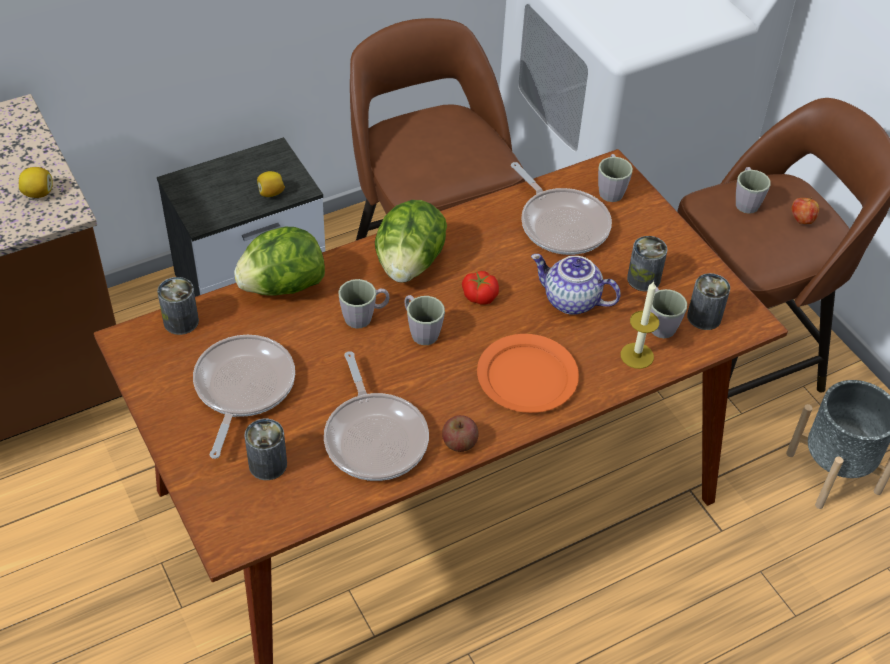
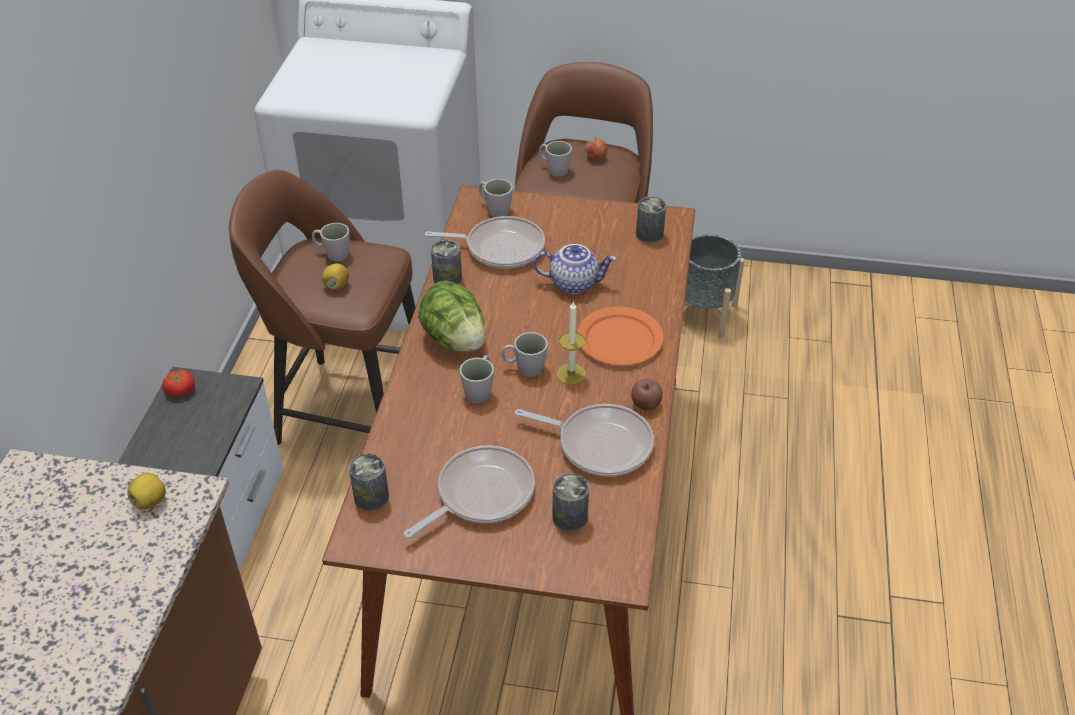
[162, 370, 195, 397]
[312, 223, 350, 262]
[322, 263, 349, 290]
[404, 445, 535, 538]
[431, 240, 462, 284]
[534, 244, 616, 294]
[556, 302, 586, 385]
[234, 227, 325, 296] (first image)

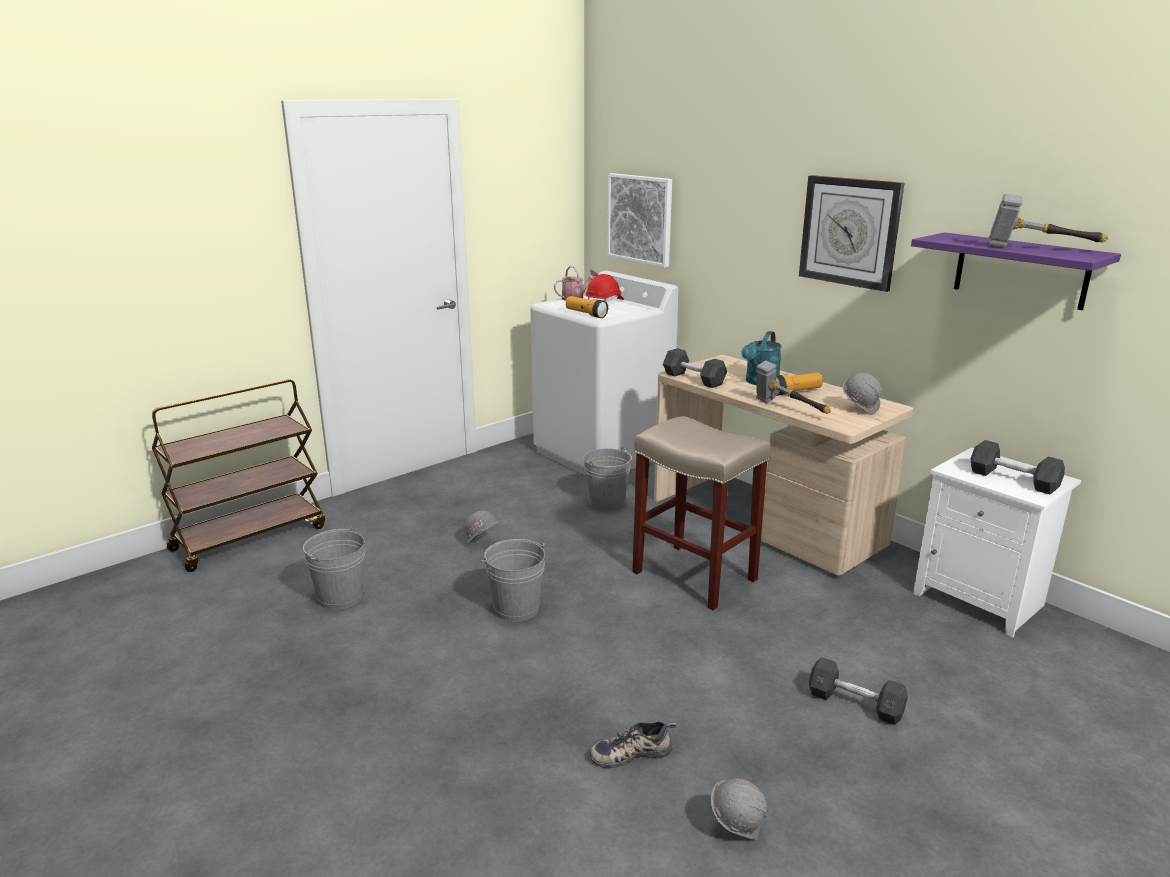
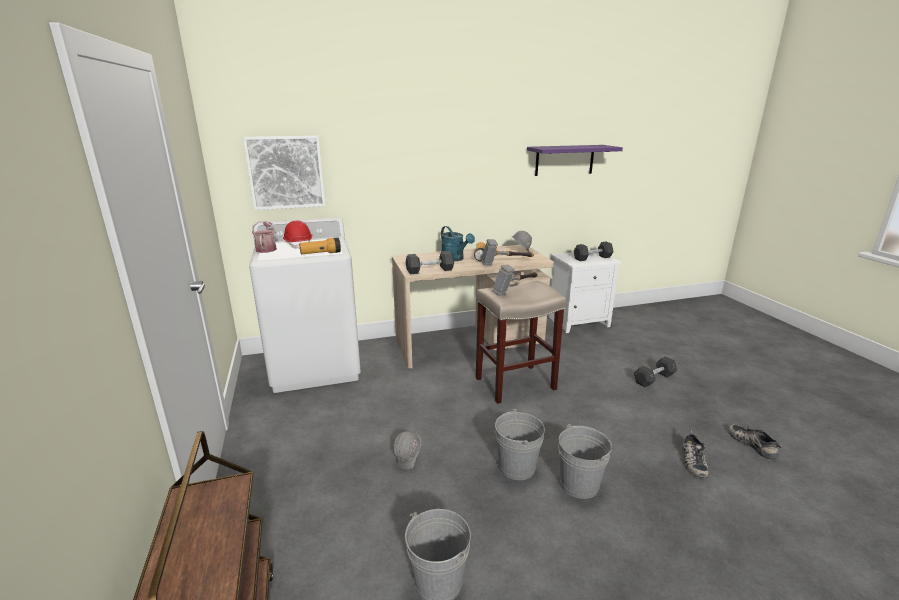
[492, 264, 538, 296]
[558, 424, 612, 499]
[728, 424, 783, 460]
[799, 175, 904, 292] (first image)

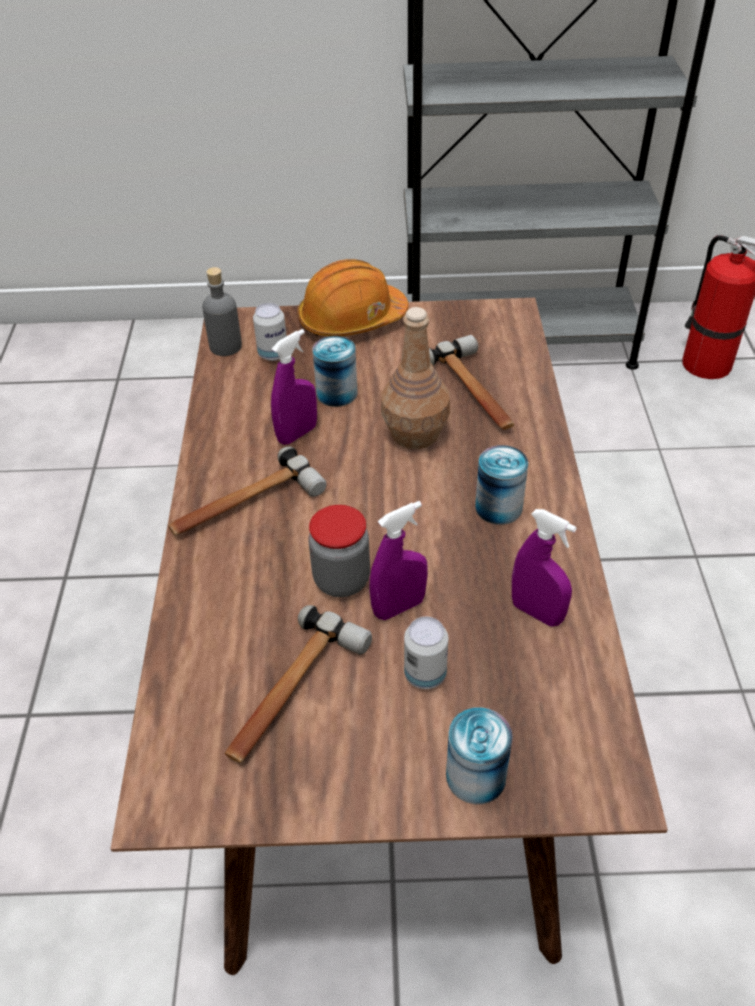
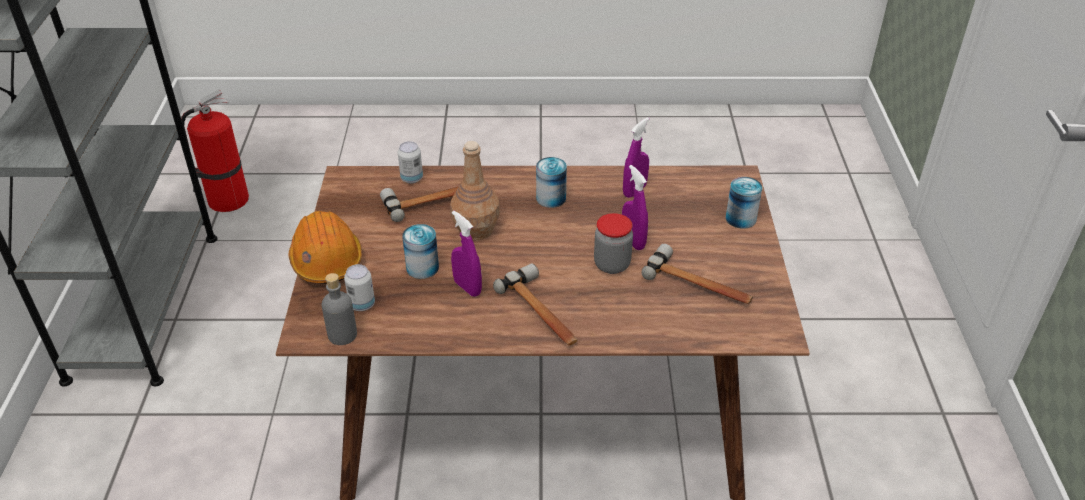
[398, 141, 423, 183]

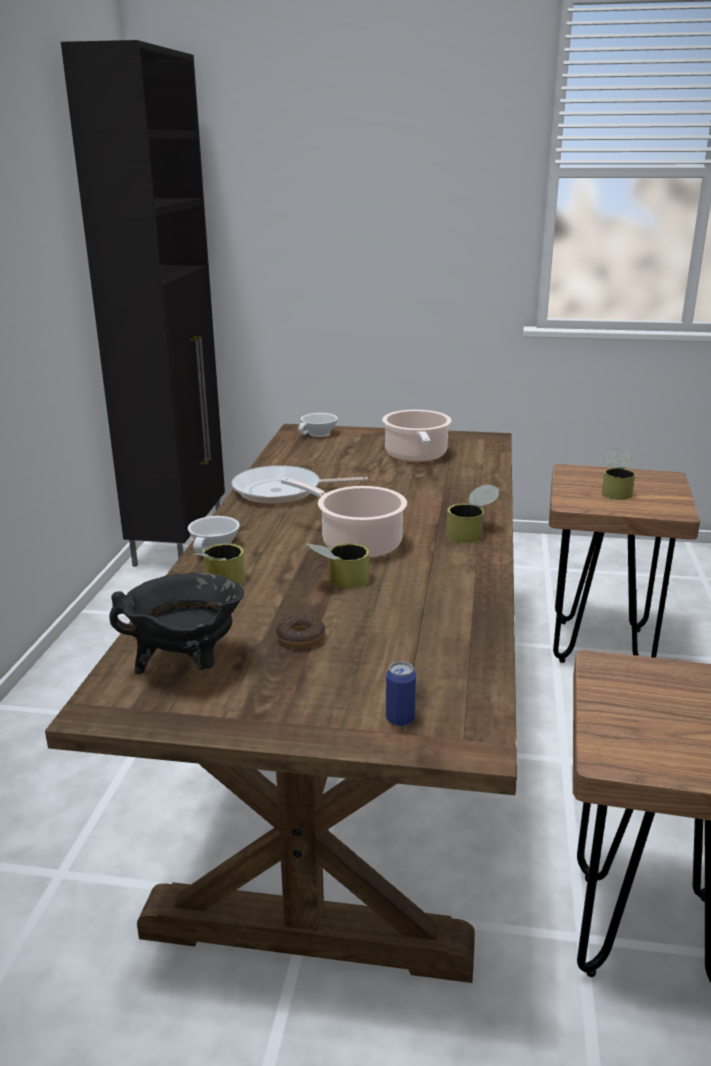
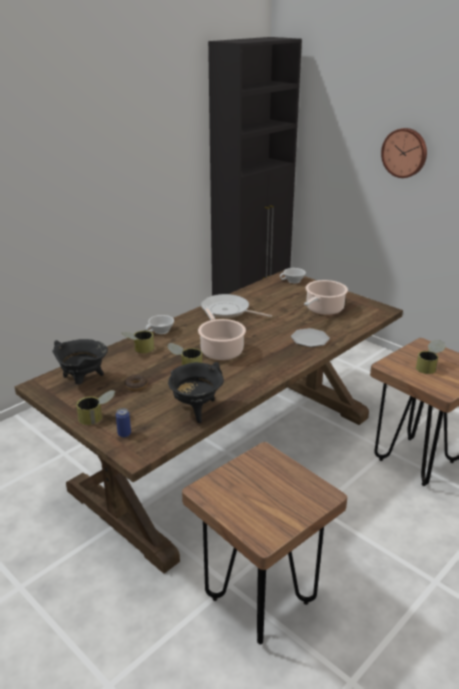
[76, 390, 115, 425]
[168, 362, 224, 423]
[291, 328, 330, 347]
[381, 128, 427, 178]

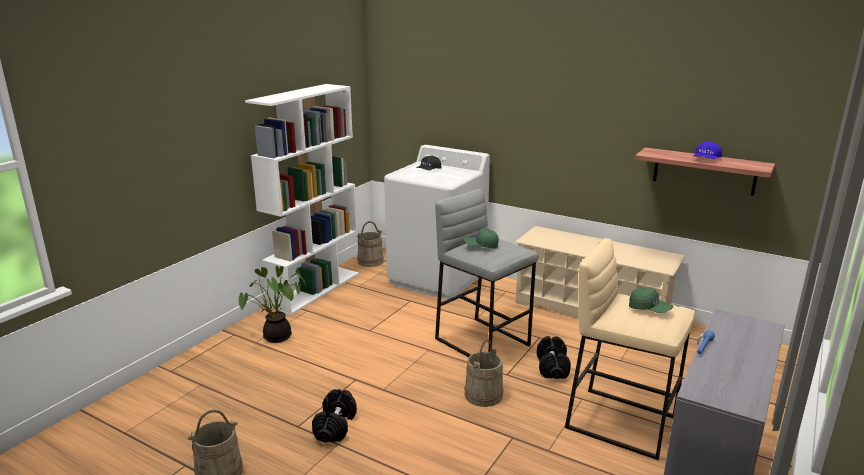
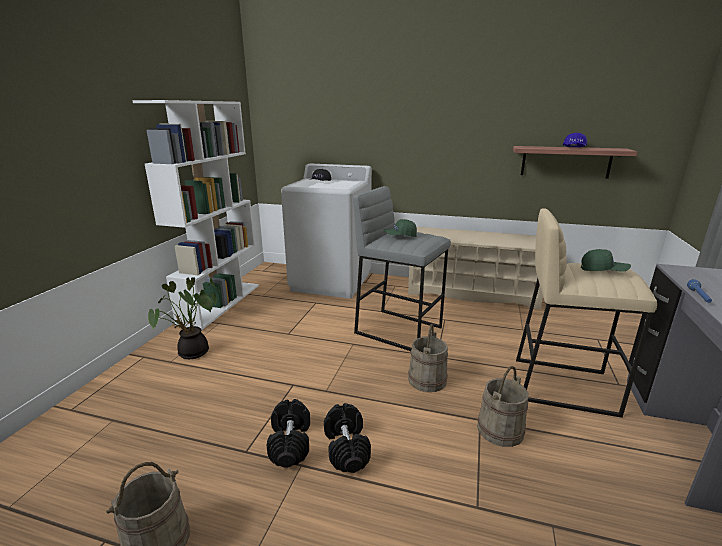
[324, 403, 371, 473]
[477, 366, 529, 447]

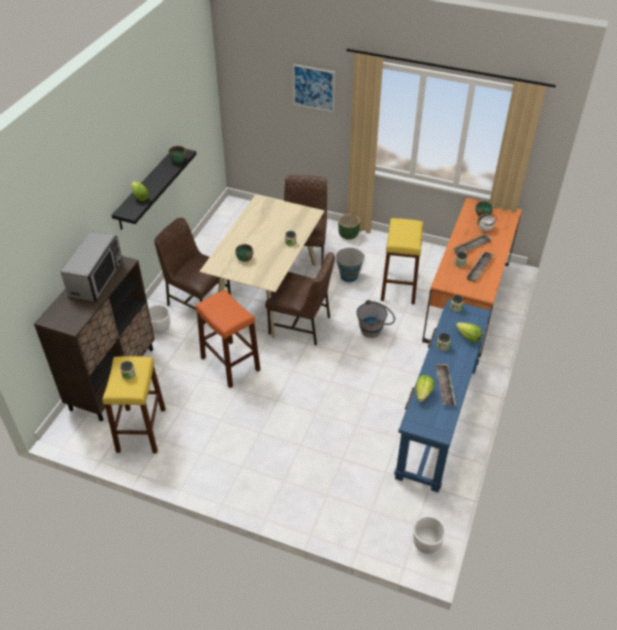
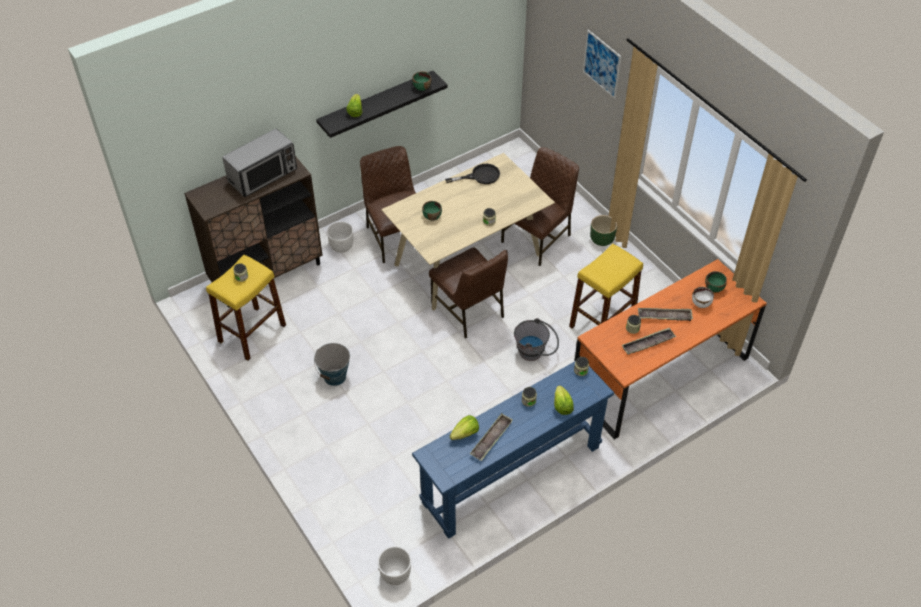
[314, 343, 350, 386]
[445, 164, 500, 184]
[195, 290, 261, 388] (first image)

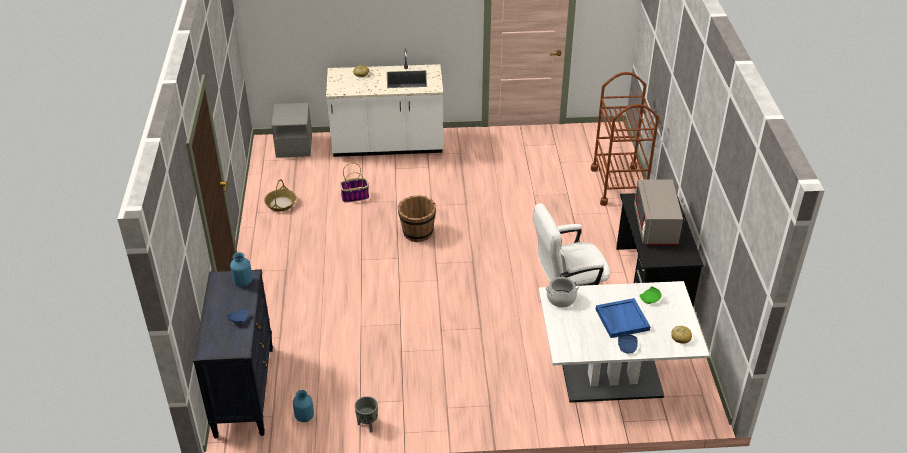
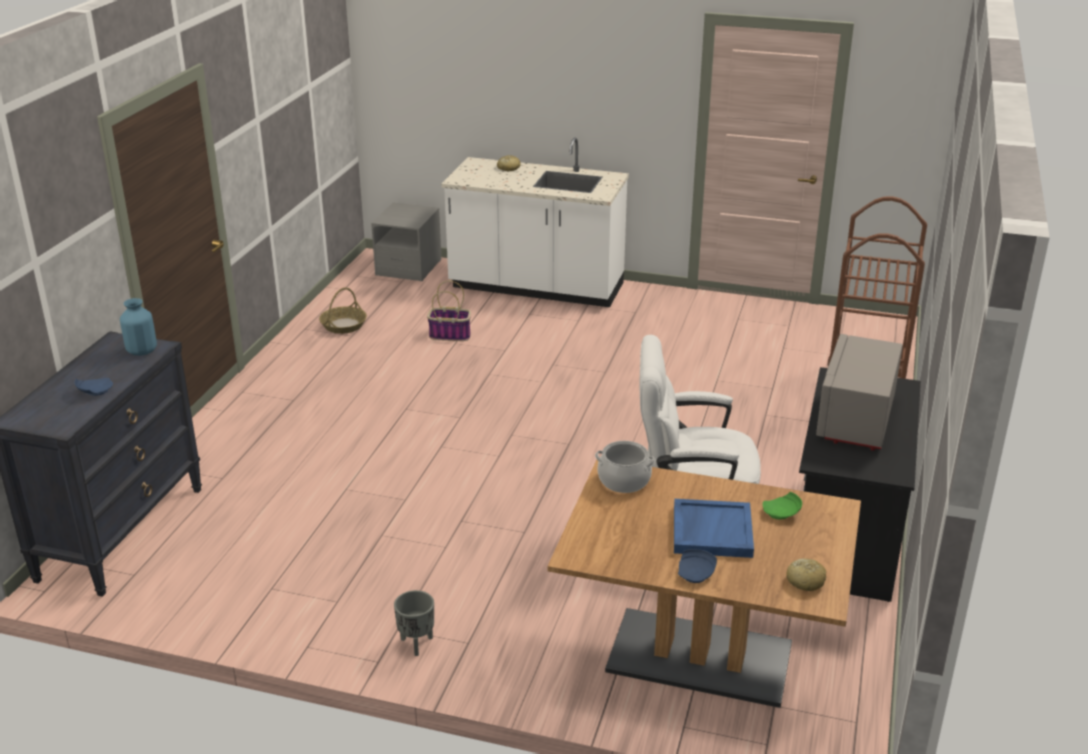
[394, 590, 434, 656]
[548, 460, 861, 708]
[293, 390, 314, 422] (first image)
[398, 195, 436, 242] (first image)

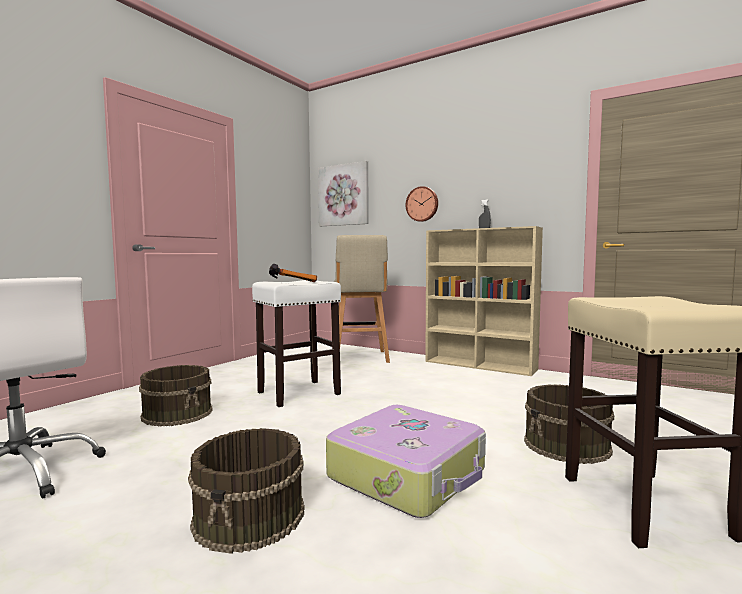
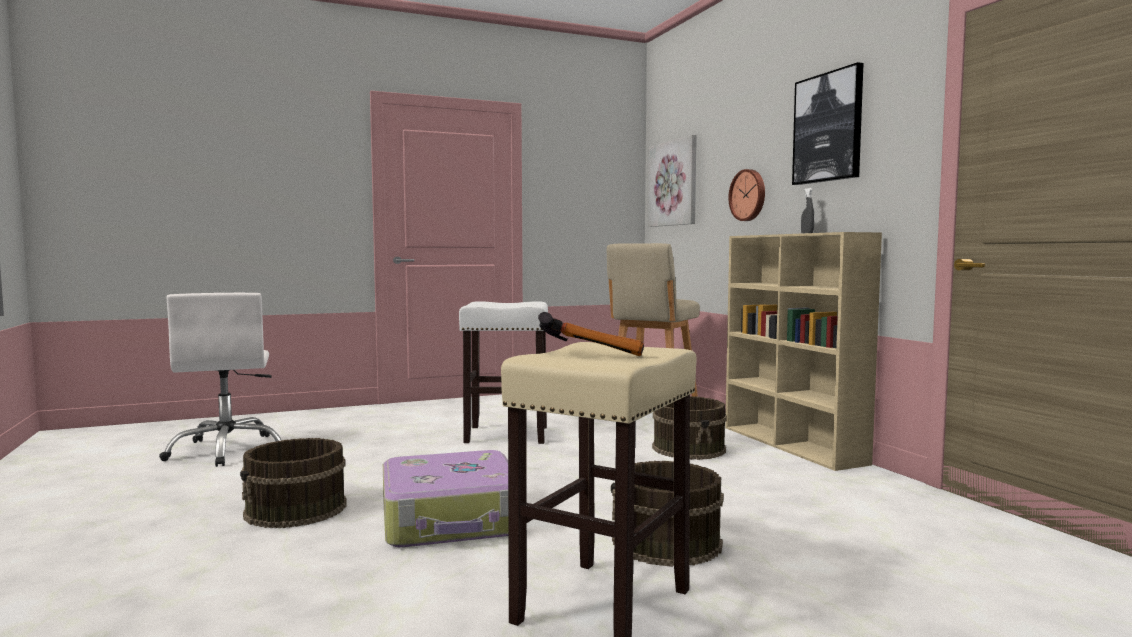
[538, 312, 644, 356]
[652, 396, 727, 460]
[792, 62, 864, 185]

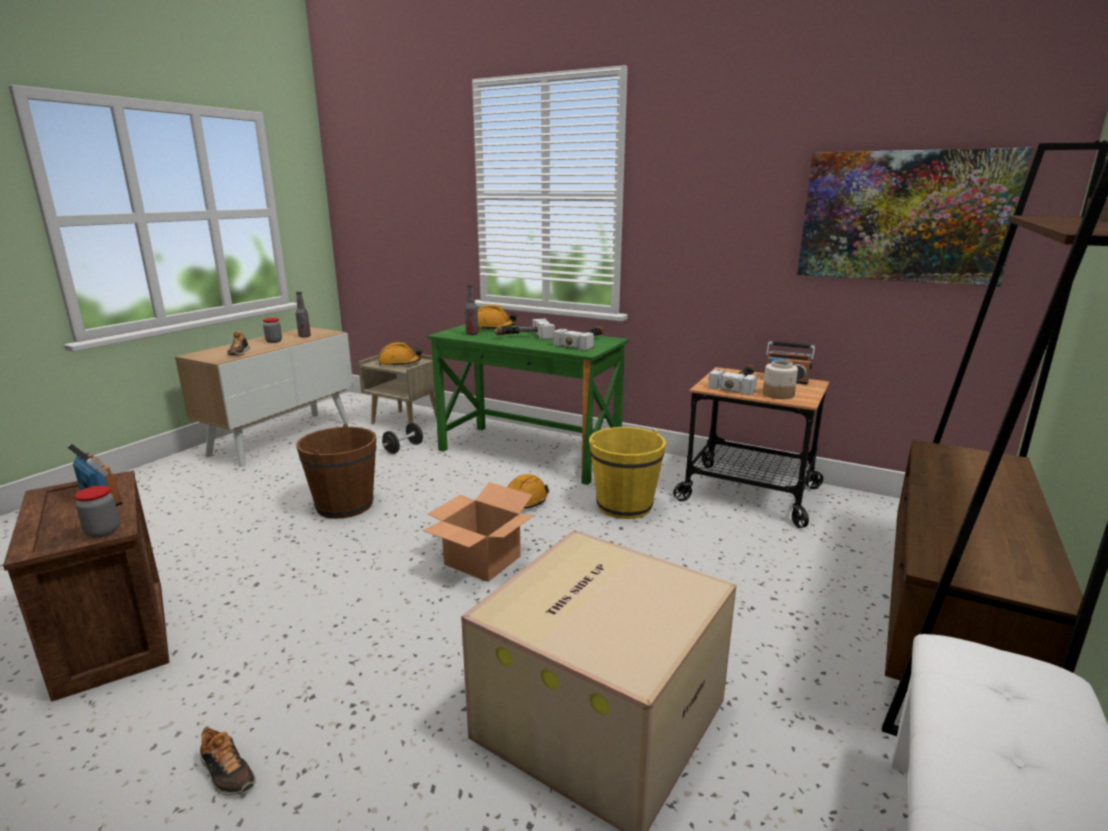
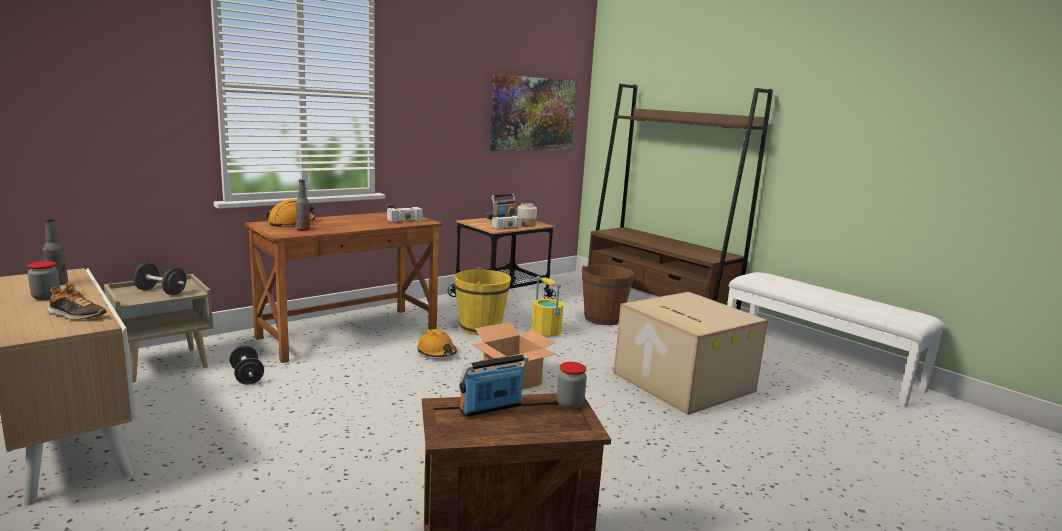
[134, 263, 186, 295]
[245, 212, 443, 363]
[531, 276, 563, 336]
[582, 265, 634, 325]
[200, 727, 256, 795] (first image)
[494, 318, 555, 340] (first image)

